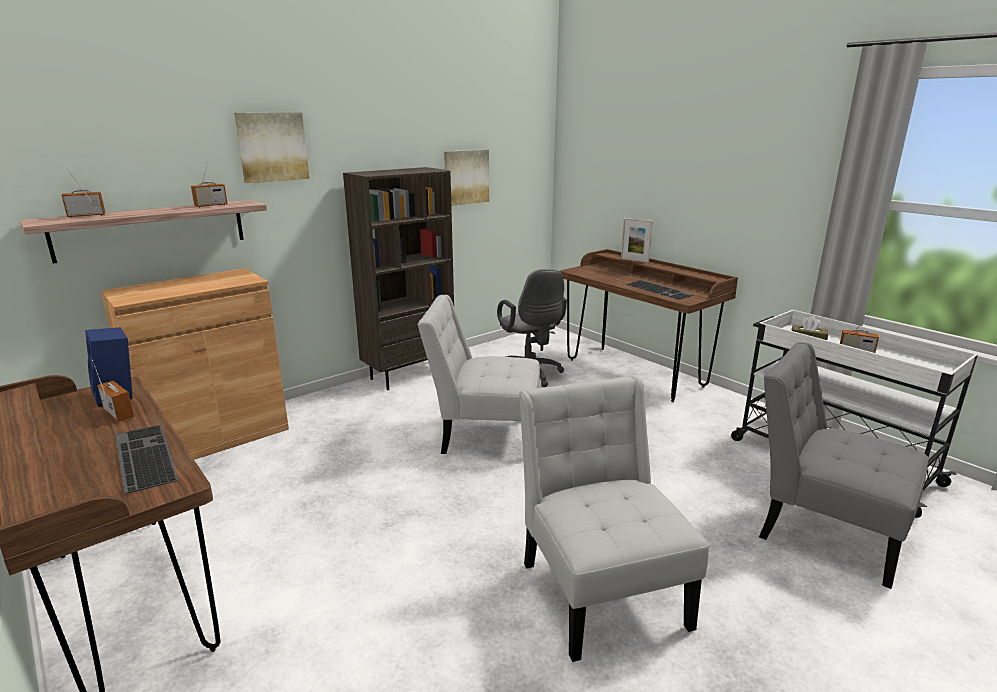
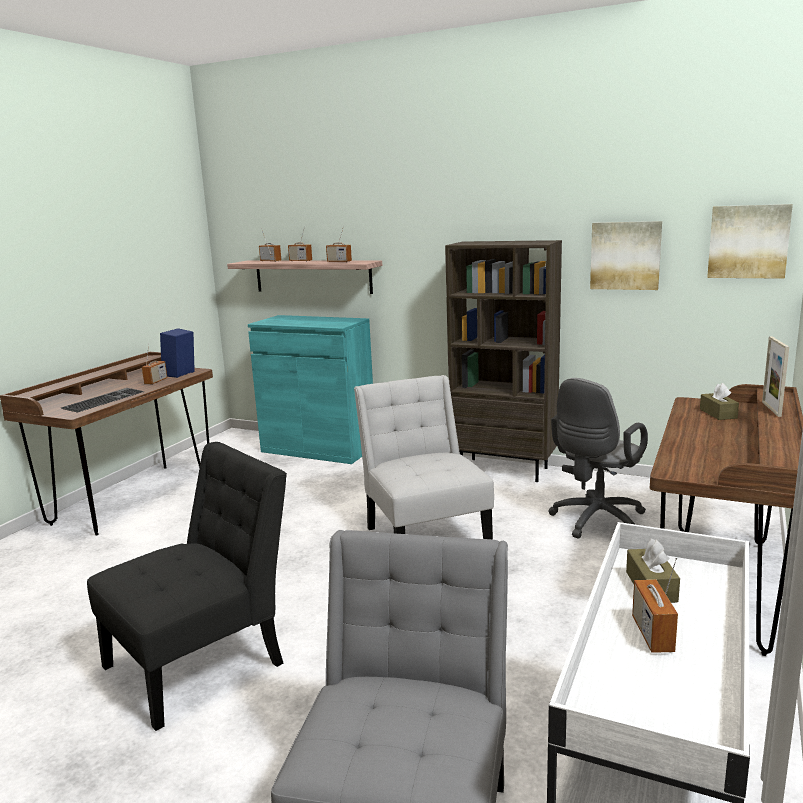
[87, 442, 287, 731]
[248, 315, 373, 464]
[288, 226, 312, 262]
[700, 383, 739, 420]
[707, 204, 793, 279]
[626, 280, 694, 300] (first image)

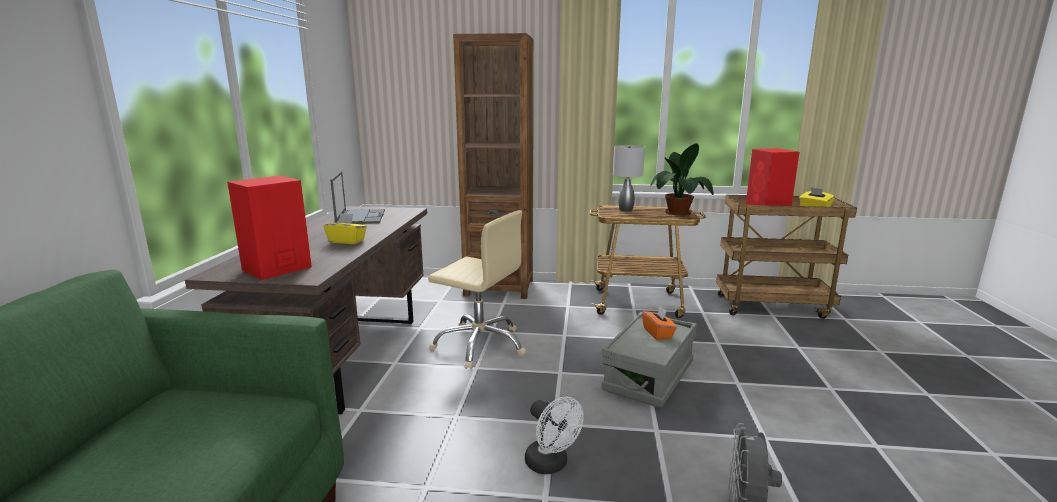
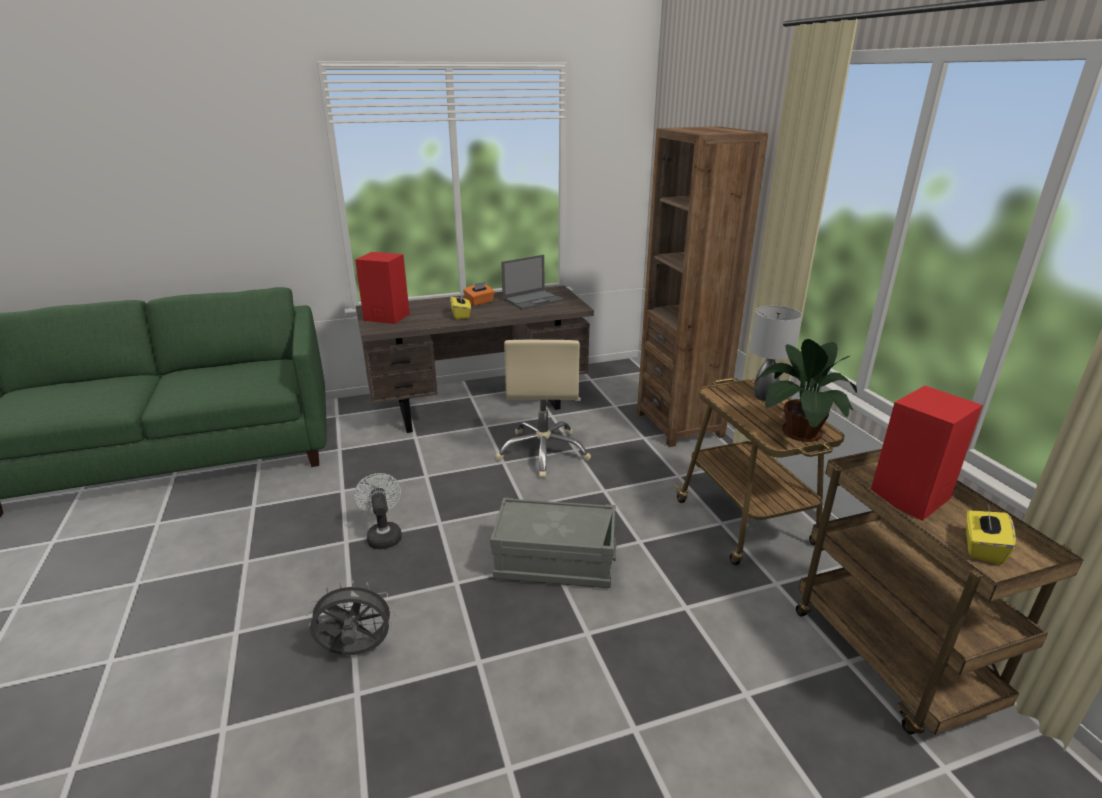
[354, 473, 402, 549]
[463, 282, 495, 306]

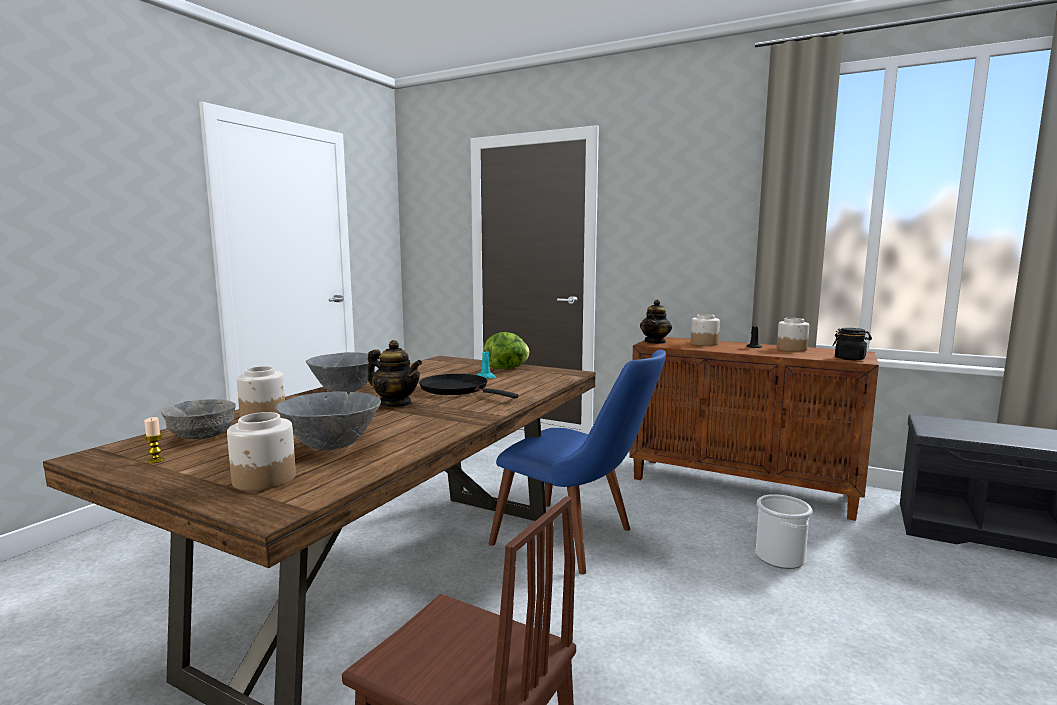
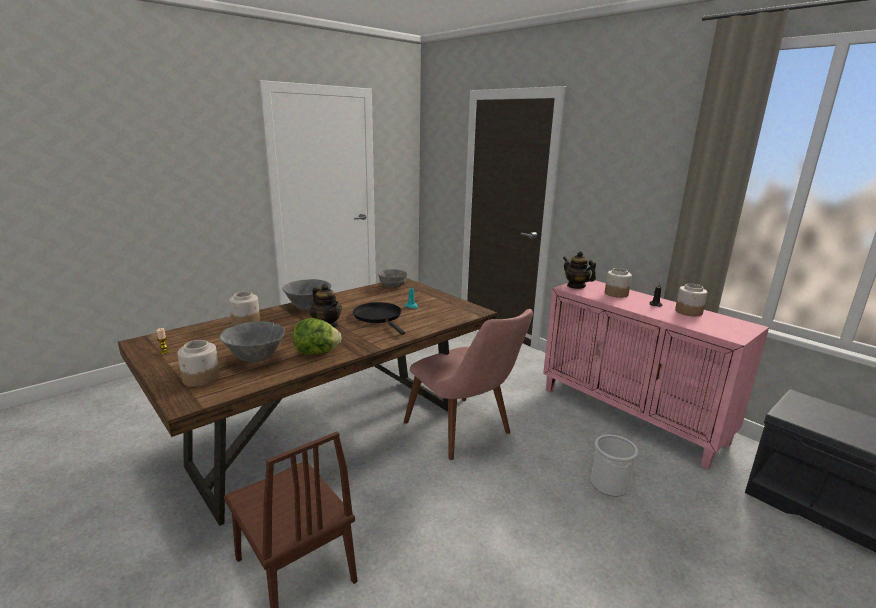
[293, 318, 342, 355]
[378, 269, 407, 288]
[404, 309, 533, 460]
[543, 280, 769, 469]
[563, 251, 596, 289]
[832, 328, 872, 360] (first image)

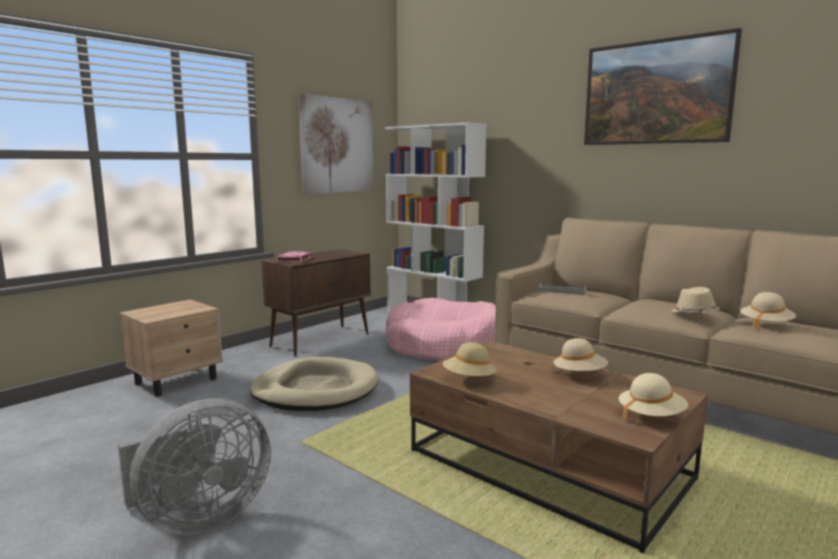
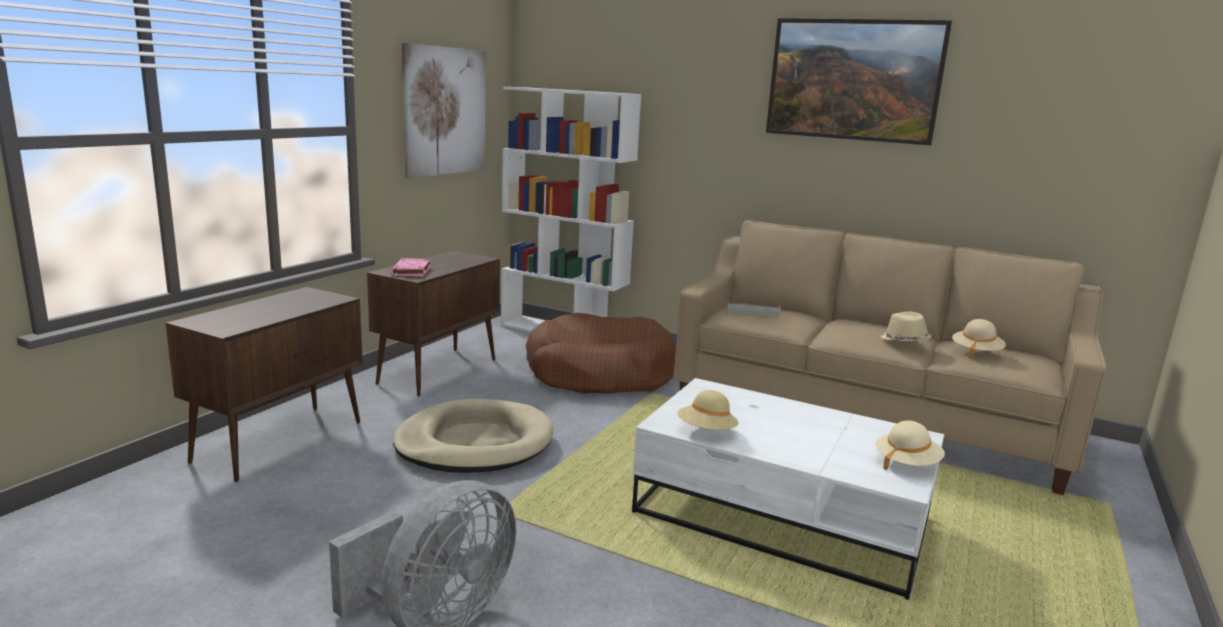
[166, 287, 363, 482]
[526, 313, 676, 394]
[632, 378, 944, 600]
[553, 338, 608, 371] (first image)

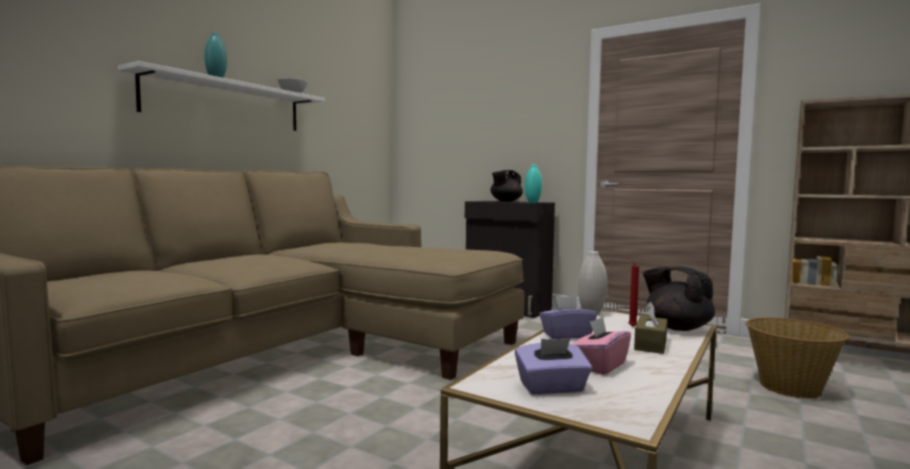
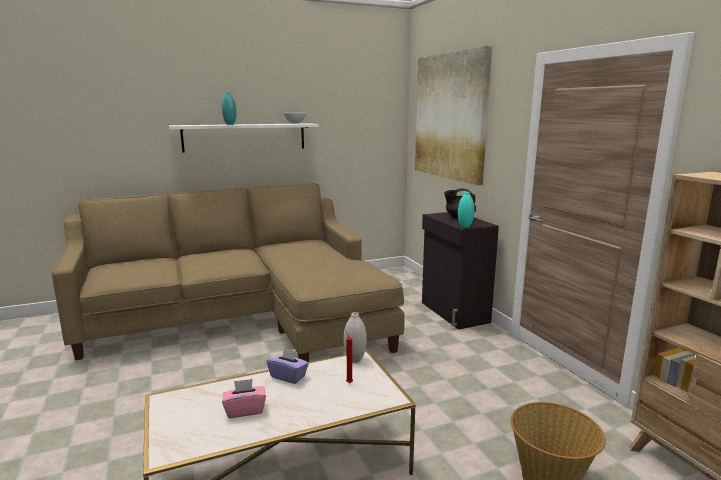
[415, 46, 492, 185]
[515, 339, 592, 395] (first image)
[634, 302, 667, 354] (first image)
[643, 266, 715, 331] (first image)

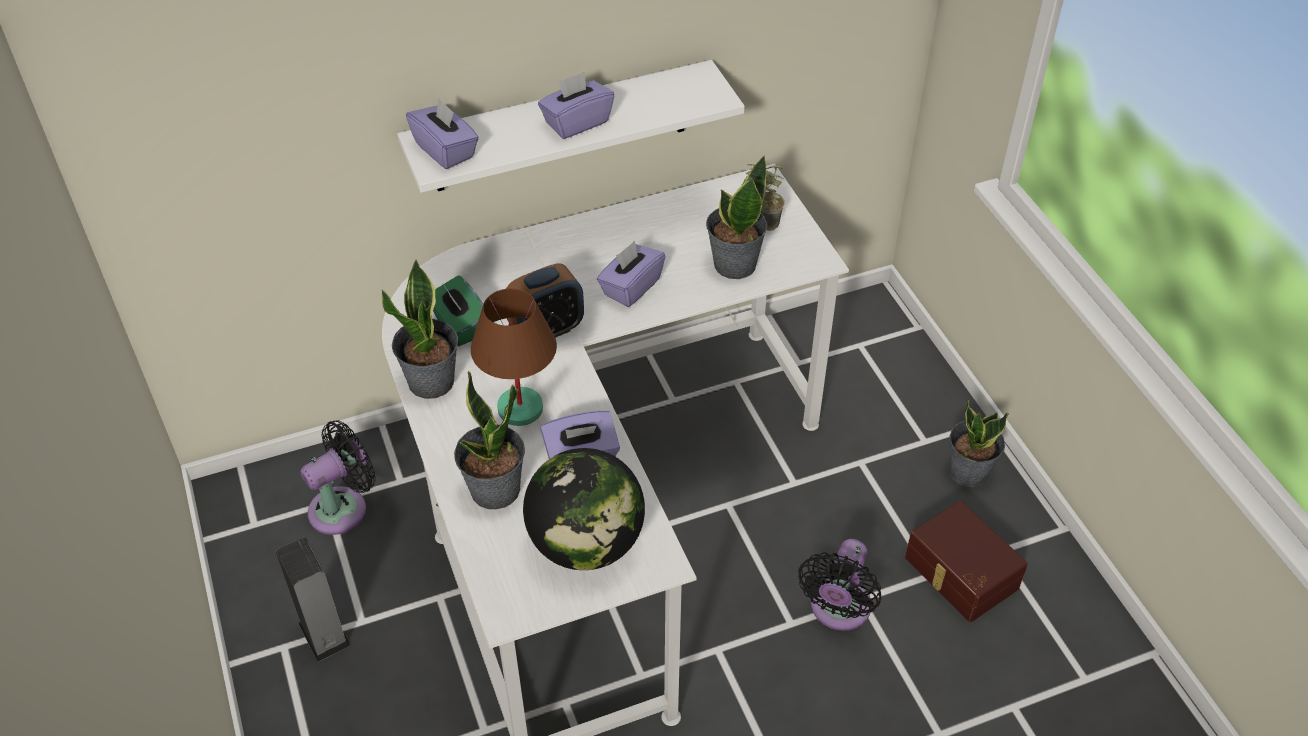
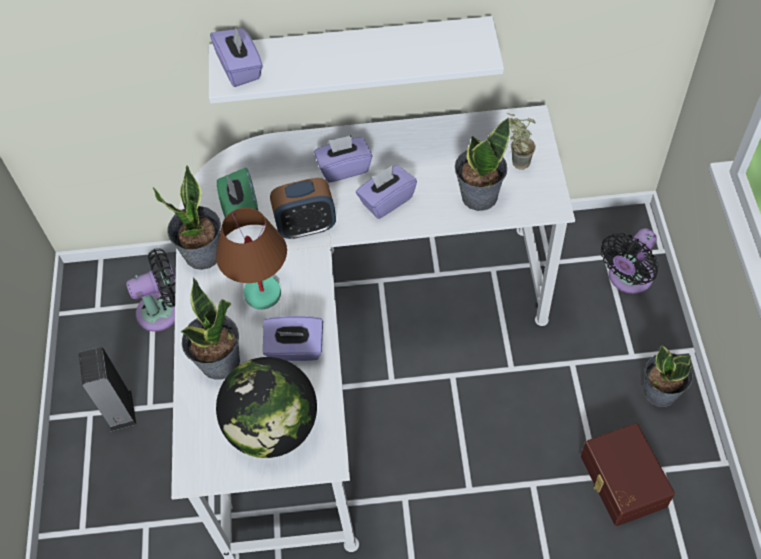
[314, 135, 372, 183]
[601, 228, 659, 294]

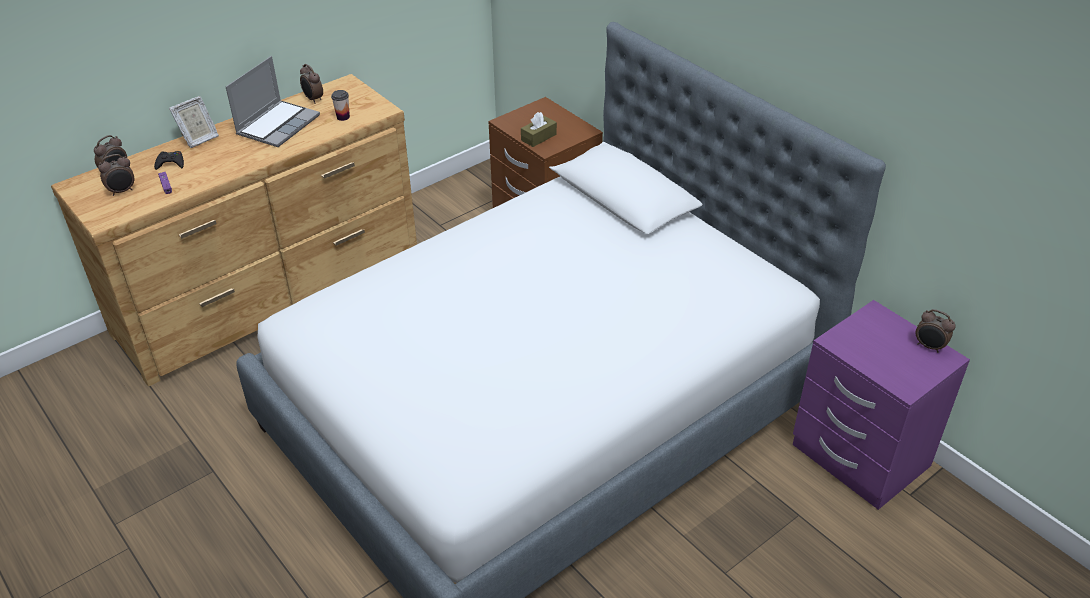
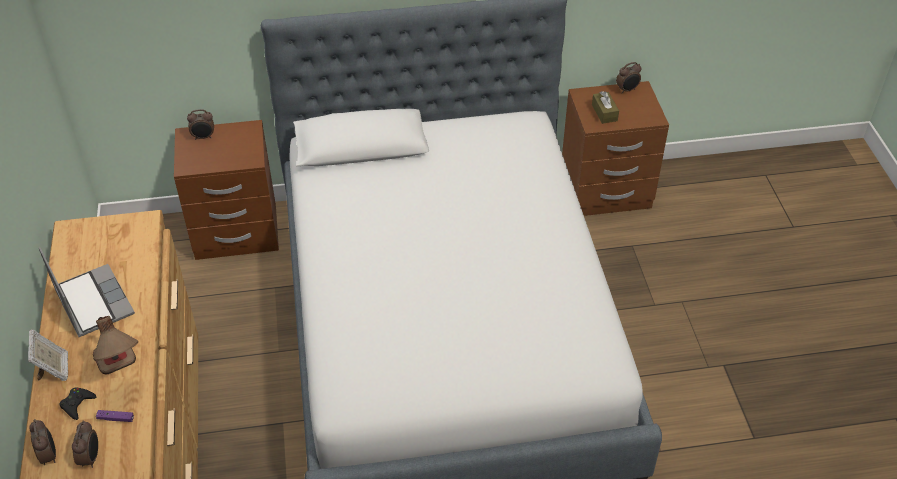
[93, 316, 138, 374]
[187, 109, 214, 140]
[562, 81, 669, 216]
[592, 91, 619, 124]
[331, 90, 350, 121] (first image)

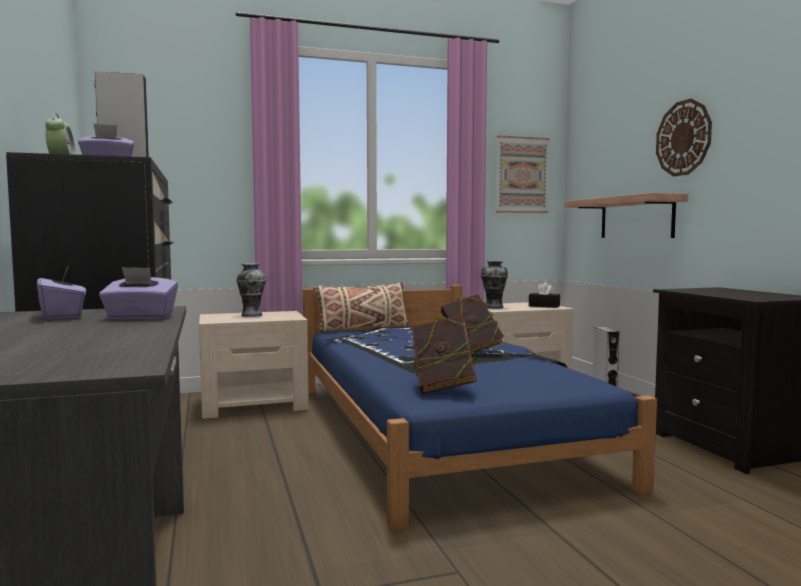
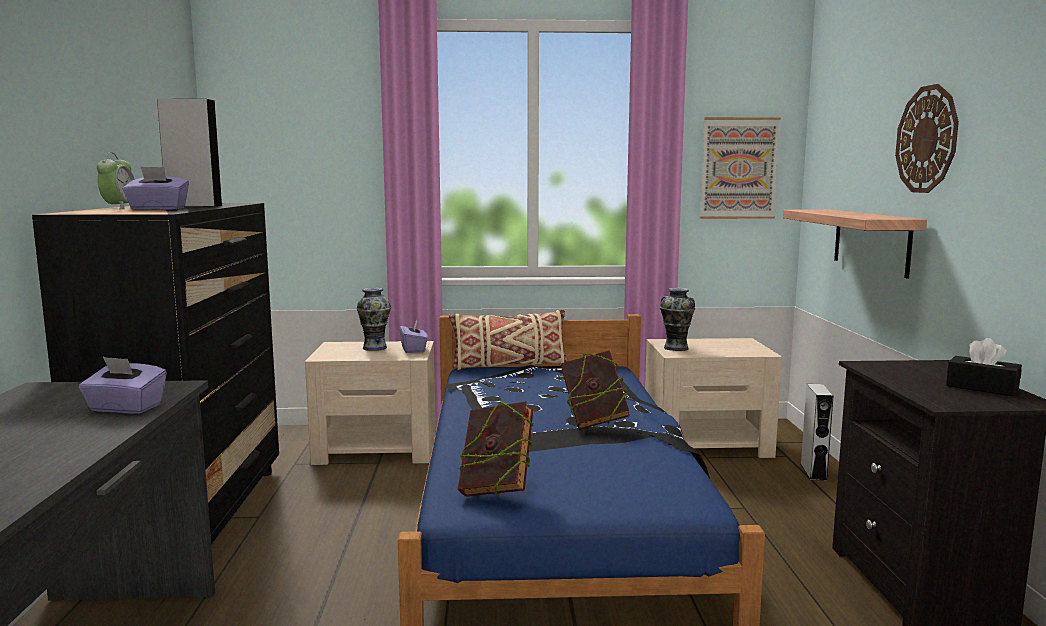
[399, 319, 428, 353]
[946, 338, 1022, 396]

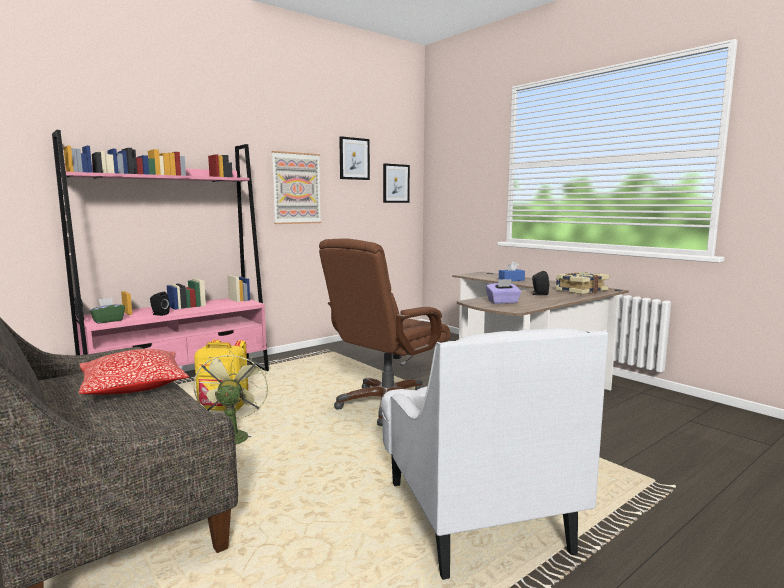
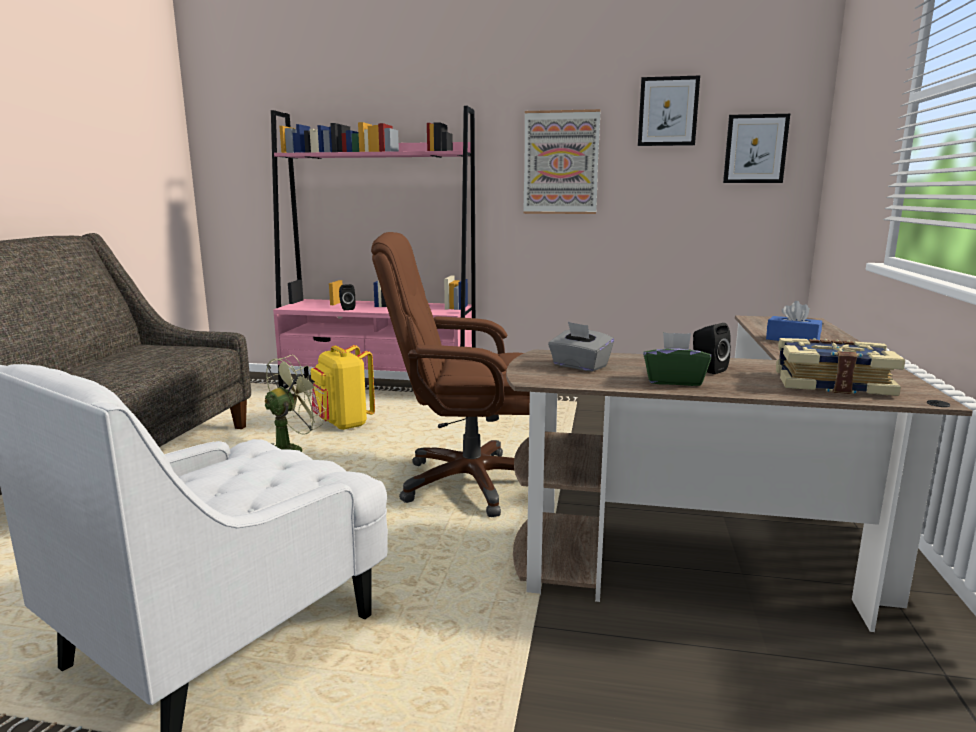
[548, 322, 614, 372]
[643, 332, 711, 386]
[79, 349, 189, 395] (first image)

